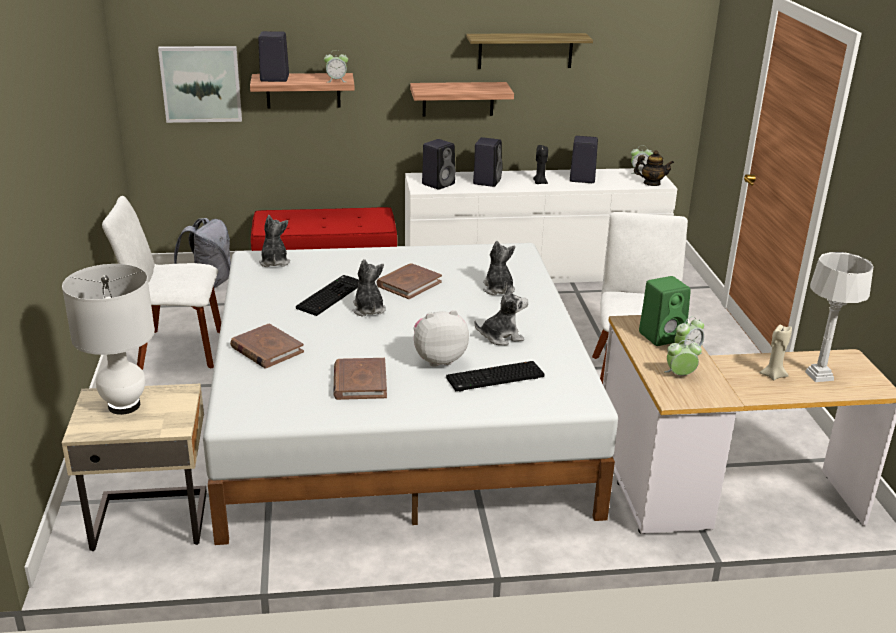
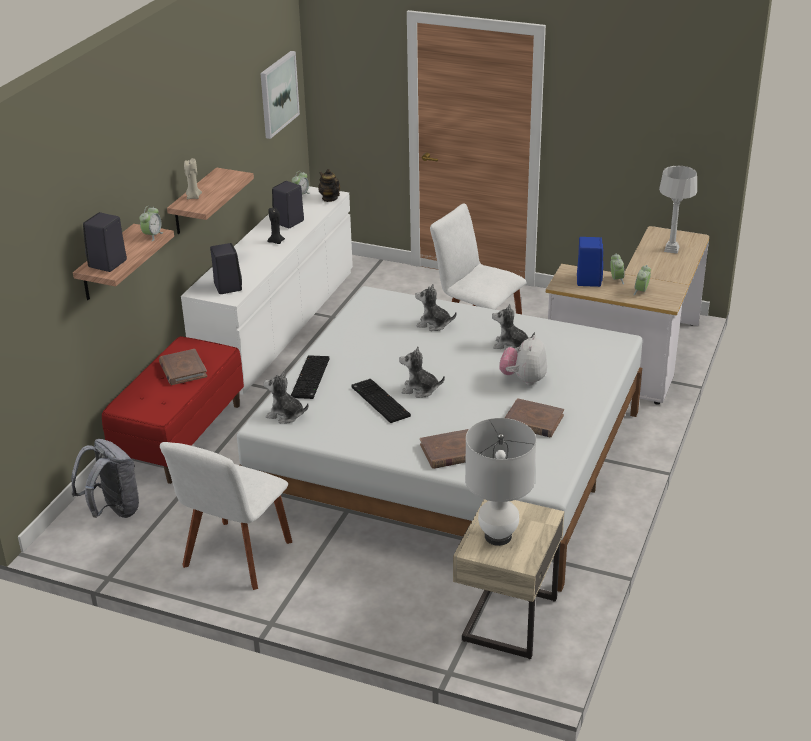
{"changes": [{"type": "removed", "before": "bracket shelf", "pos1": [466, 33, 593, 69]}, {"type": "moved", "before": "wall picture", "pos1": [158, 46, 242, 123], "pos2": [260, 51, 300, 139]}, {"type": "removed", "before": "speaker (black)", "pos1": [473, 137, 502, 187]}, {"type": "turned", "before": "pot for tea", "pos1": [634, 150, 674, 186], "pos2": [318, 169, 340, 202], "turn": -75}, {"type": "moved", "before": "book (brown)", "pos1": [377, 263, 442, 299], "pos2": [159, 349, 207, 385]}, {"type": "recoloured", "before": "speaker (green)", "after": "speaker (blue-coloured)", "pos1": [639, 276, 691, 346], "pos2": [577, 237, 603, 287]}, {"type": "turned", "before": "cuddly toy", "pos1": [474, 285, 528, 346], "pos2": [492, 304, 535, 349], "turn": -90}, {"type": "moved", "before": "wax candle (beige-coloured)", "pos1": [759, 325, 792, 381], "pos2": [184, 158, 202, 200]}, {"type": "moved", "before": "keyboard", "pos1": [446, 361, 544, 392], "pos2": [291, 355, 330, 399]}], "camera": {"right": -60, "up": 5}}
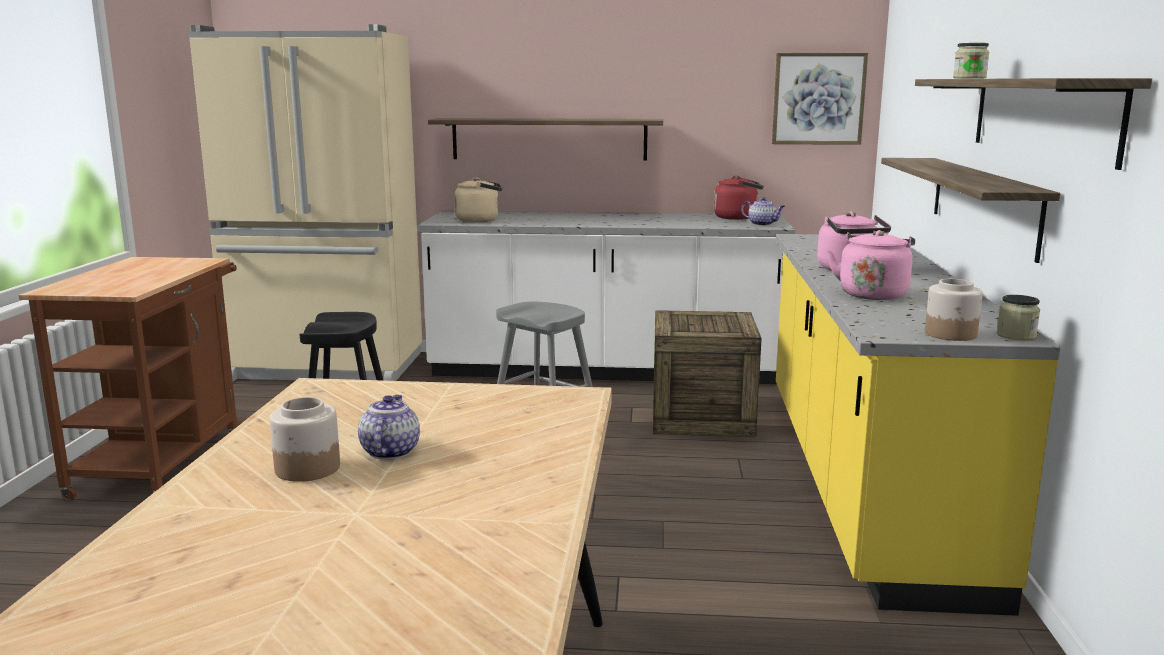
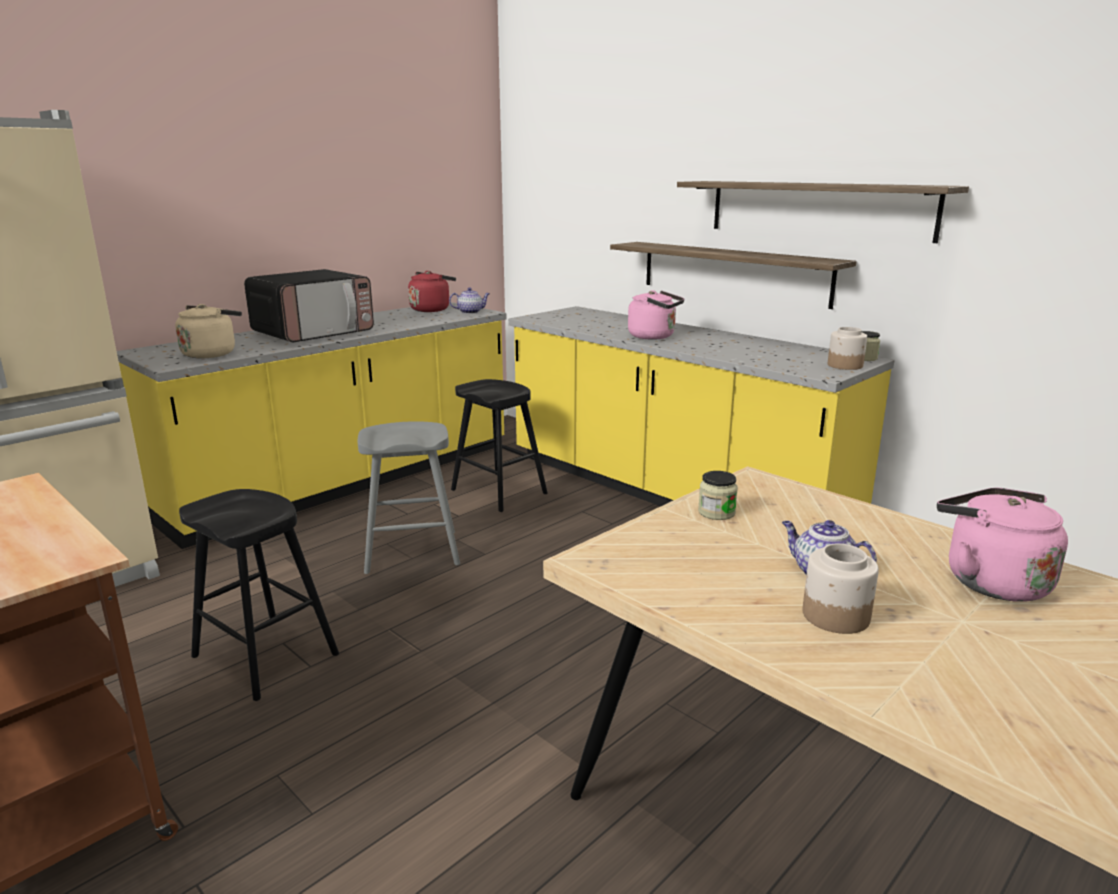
{"changes": [{"type": "moved", "before": "jar", "pos1": [953, 43, 989, 78], "pos2": [698, 471, 738, 520]}, {"type": "removed", "before": "wall picture", "pos1": [772, 53, 868, 145]}, {"type": "removed", "before": "bracket shelf", "pos1": [428, 118, 663, 161]}, {"type": "recoloured", "before": "counter (white)", "after": "counter (yellowish)", "pos1": [418, 210, 795, 384], "pos2": [117, 302, 506, 549]}, {"type": "moved", "before": "tea kettle (pink)", "pos1": [827, 230, 915, 300], "pos2": [937, 488, 1068, 602]}, {"type": "replaced", "before": "shipping crate", "after": "sitting stool (black)", "pos1": [653, 310, 762, 437], "pos2": [451, 379, 548, 512]}, {"type": "added", "after": "microwave", "pos2": [244, 269, 374, 342]}], "camera": {"right": -50, "up": 5}}
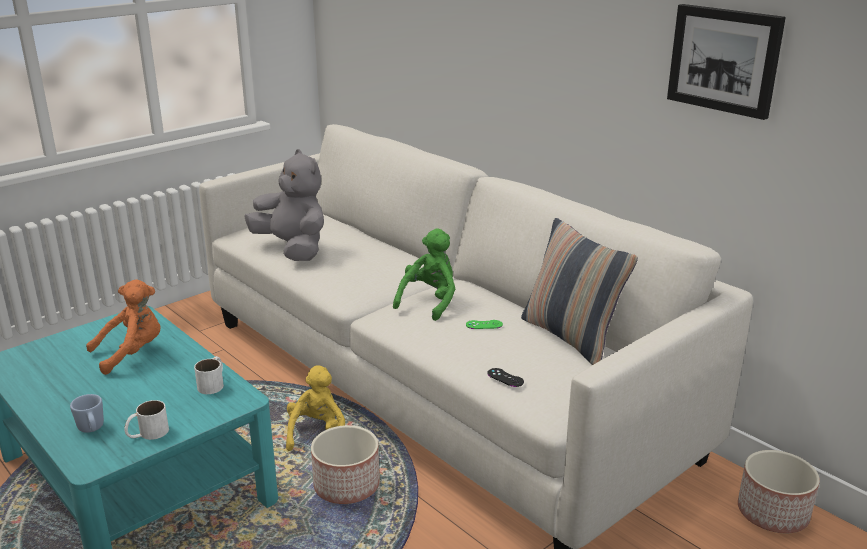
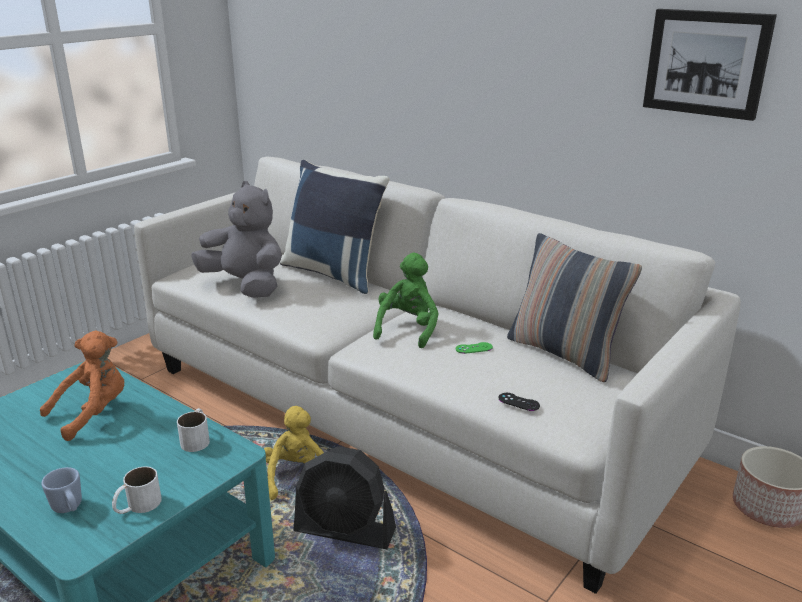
{"changes": [{"type": "replaced", "before": "planter", "after": "cooling fan (black)", "pos1": [311, 425, 380, 504], "pos2": [293, 446, 396, 549]}, {"type": "added", "after": "pillow (blue-coloured)", "pos2": [280, 160, 389, 294]}], "camera": {"right": -10, "up": 0}}
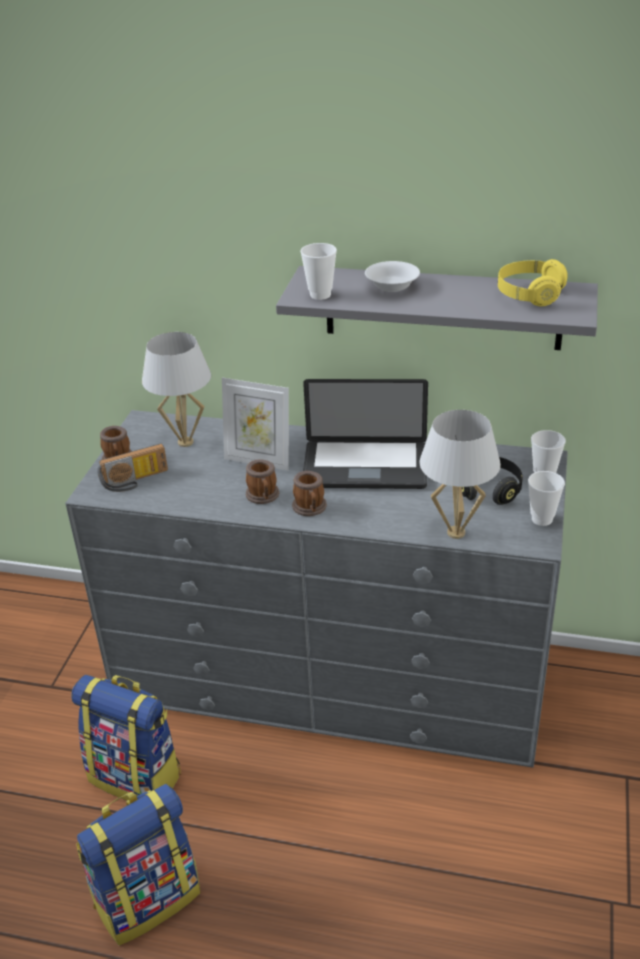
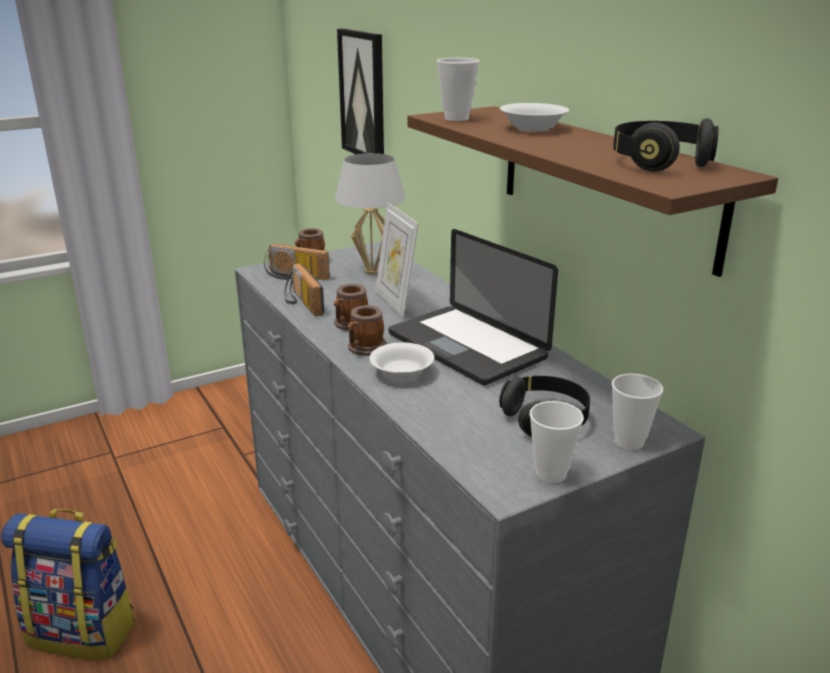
{"changes": [{"type": "recoloured", "before": "headset (yellowish)", "after": "headset (black)", "pos1": [498, 259, 568, 306], "pos2": [613, 118, 719, 172]}, {"type": "recoloured", "before": "bracket shelf (greyish)", "after": "bracket shelf (brown)", "pos1": [276, 266, 598, 350], "pos2": [407, 106, 778, 277]}, {"type": "removed", "before": "lamp for a table (white)", "pos1": [420, 410, 501, 539]}, {"type": "removed", "before": "knapsack", "pos1": [71, 675, 181, 801]}, {"type": "added", "after": "wall picture", "pos2": [337, 28, 384, 154]}, {"type": "added", "after": "radio receiver", "pos2": [285, 263, 324, 316]}, {"type": "added", "after": "deep dish (white)", "pos2": [369, 342, 434, 380]}], "camera": {"right": 45, "up": -10}}
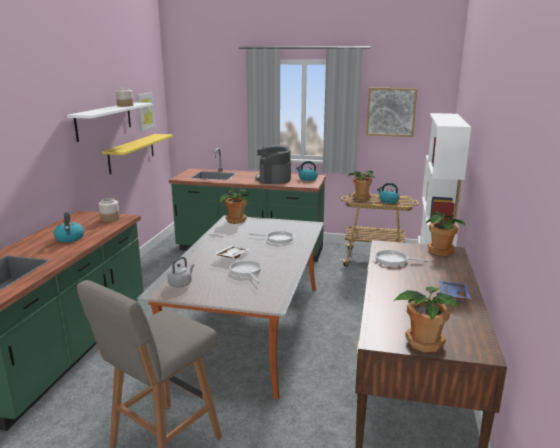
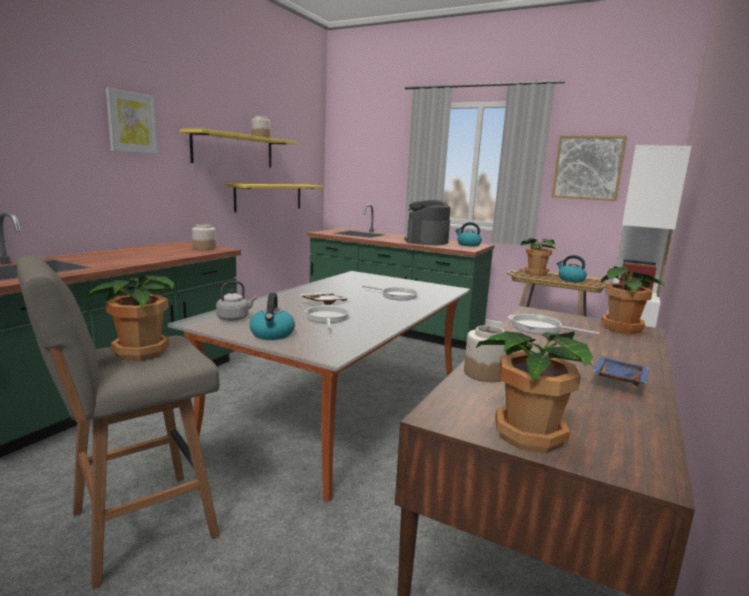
{"changes": [{"type": "moved", "before": "wall picture", "pos1": [136, 92, 156, 131], "pos2": [106, 88, 157, 154]}, {"type": "recoloured", "before": "bracket shelf (white)", "after": "bracket shelf (yellowish)", "pos1": [67, 102, 152, 142], "pos2": [180, 129, 296, 167]}, {"type": "moved", "before": "houseplant", "pos1": [219, 189, 249, 224], "pos2": [82, 273, 174, 361]}, {"type": "moved", "before": "tea kettle", "pos1": [54, 212, 84, 242], "pos2": [250, 293, 295, 340]}, {"type": "added", "after": "jar", "pos2": [464, 325, 507, 382]}], "camera": {"right": 15, "up": -5}}
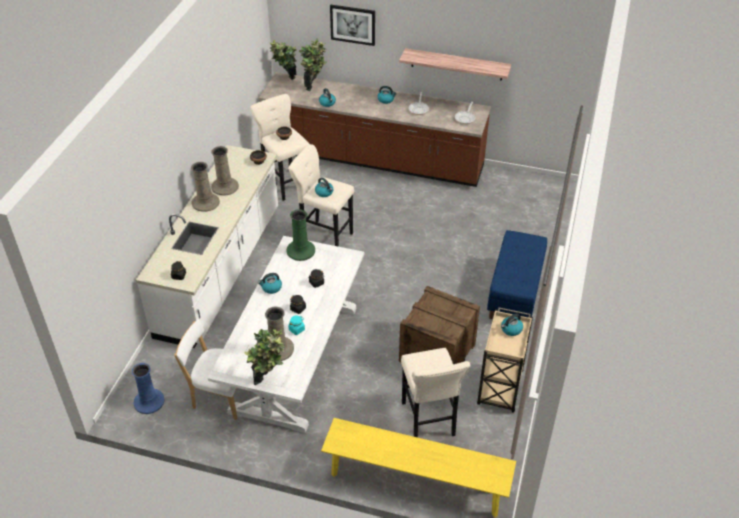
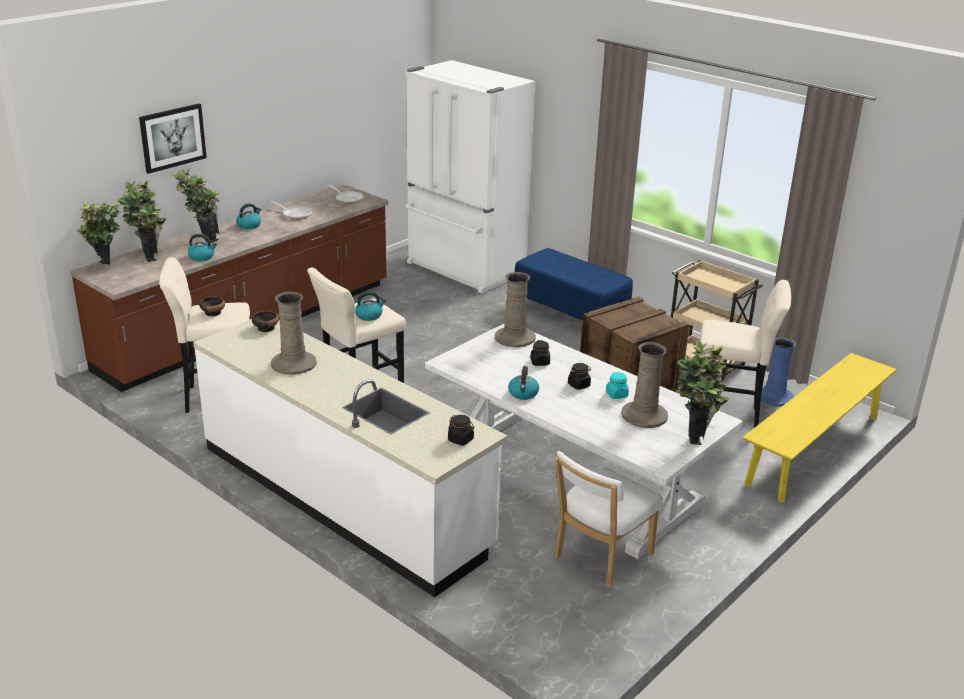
{"changes": [{"type": "removed", "before": "bracket shelf", "pos1": [399, 48, 511, 81]}, {"type": "moved", "before": "flower vase (beige-coloured)", "pos1": [191, 162, 220, 212], "pos2": [495, 272, 536, 347]}, {"type": "removed", "before": "flower vase (green)", "pos1": [287, 209, 315, 261]}, {"type": "removed", "before": "tea kettle", "pos1": [501, 314, 523, 336]}, {"type": "moved", "before": "flower vase (blue-coloured)", "pos1": [132, 363, 165, 414], "pos2": [761, 337, 796, 407]}, {"type": "added", "after": "kitchen fridge (white)", "pos2": [405, 60, 536, 294]}, {"type": "added", "after": "houseplant", "pos2": [171, 168, 220, 243]}], "camera": {"right": -65, "up": -15}}
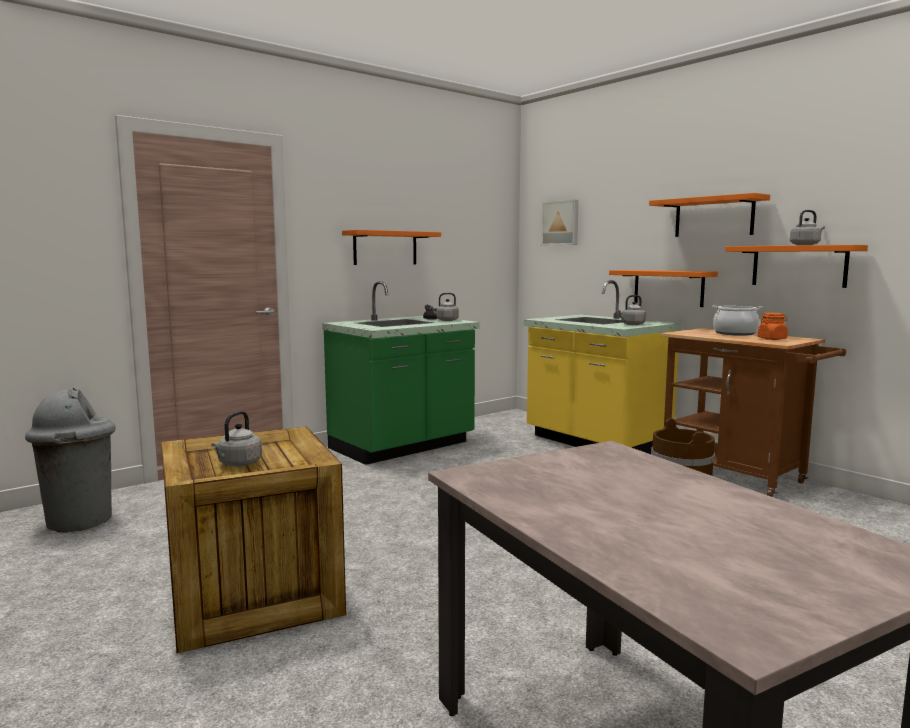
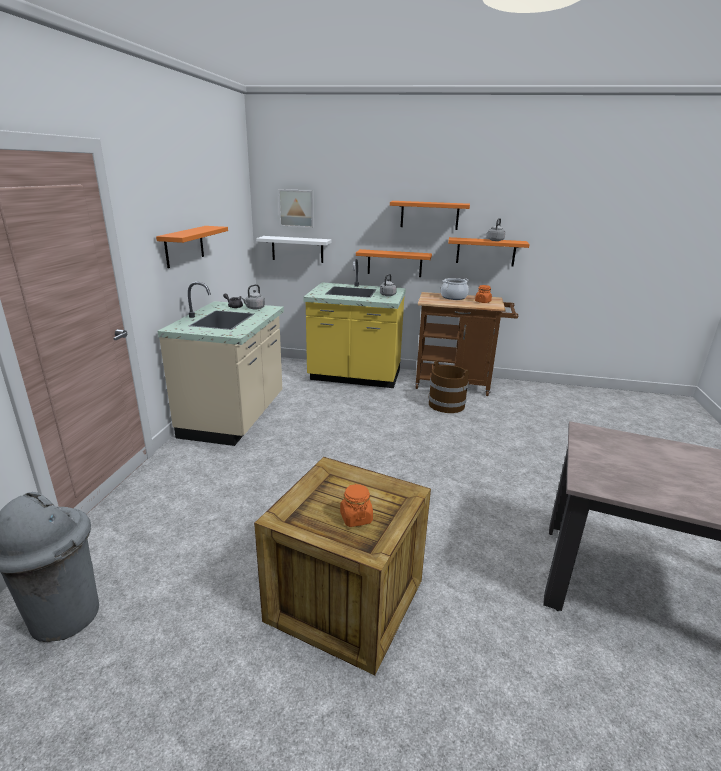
{"changes": [{"type": "recoloured", "before": "counter (green)", "after": "counter (beige-coloured)", "pos1": [322, 281, 480, 465], "pos2": [158, 282, 284, 446]}, {"type": "replaced", "before": "tea kettle (greyish)", "after": "jar (orange)", "pos1": [211, 411, 262, 466], "pos2": [340, 484, 373, 527]}, {"type": "added", "after": "bracket shelf (white)", "pos2": [256, 236, 332, 263]}], "camera": {"right": -40, "up": 15}}
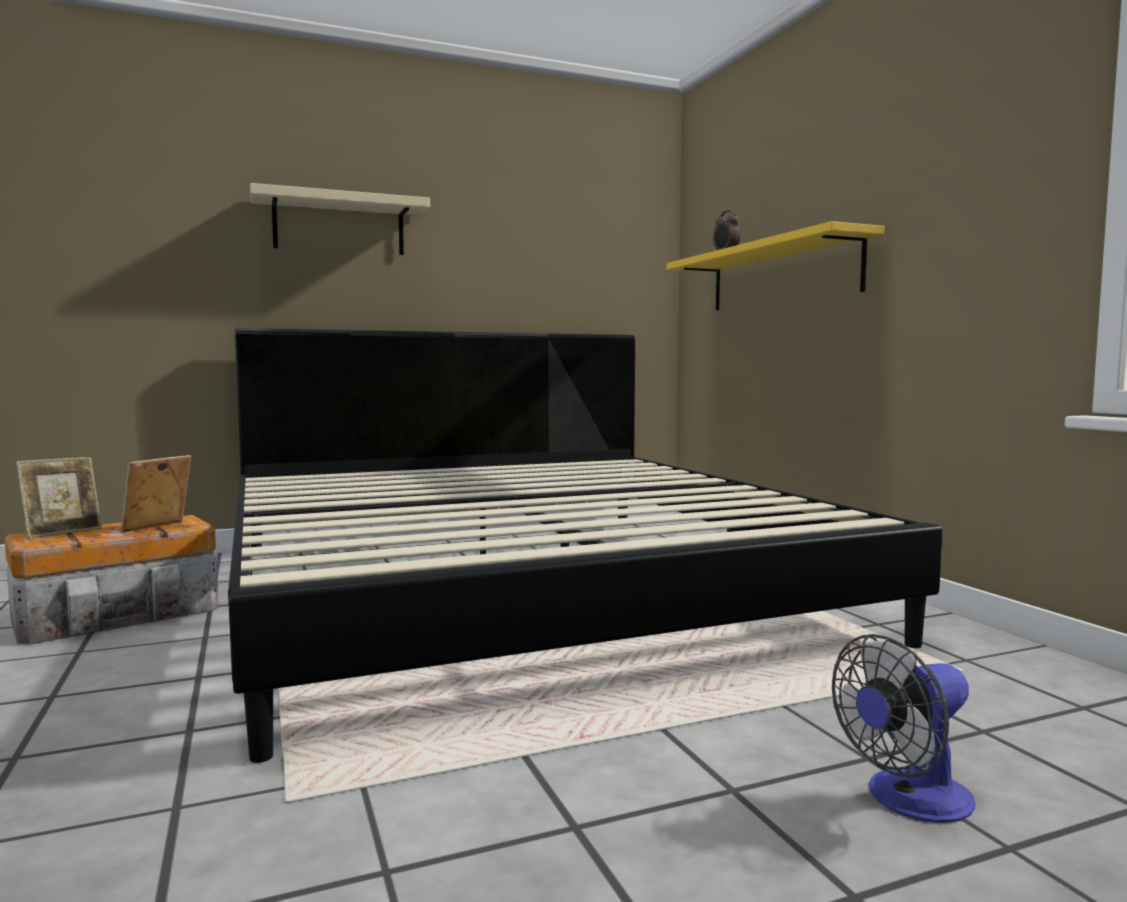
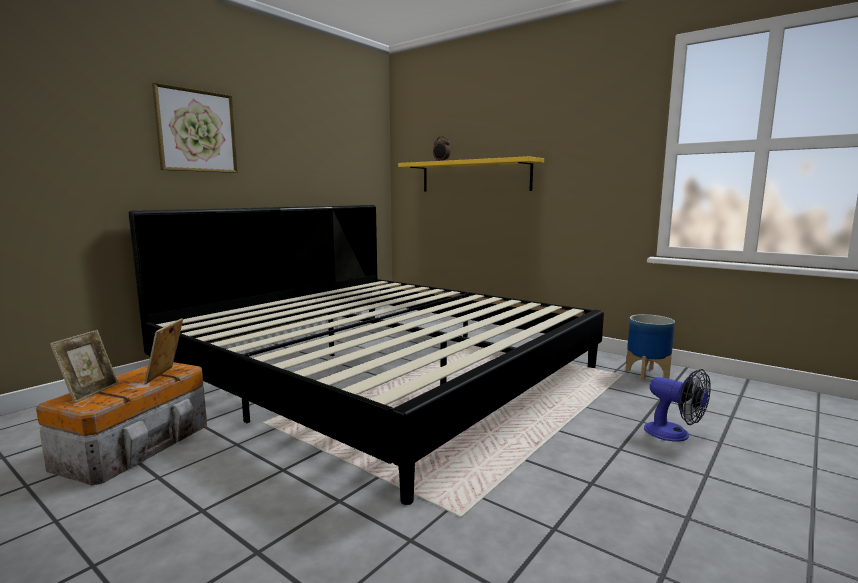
{"changes": [{"type": "replaced", "before": "bracket shelf (beige-coloured)", "after": "wall picture", "pos1": [250, 183, 430, 255], "pos2": [152, 83, 237, 173]}, {"type": "turned", "before": "cooling fan", "pos1": [832, 634, 975, 823], "pos2": [644, 369, 711, 442], "turn": -75}, {"type": "added", "after": "planter", "pos2": [626, 314, 675, 381]}], "camera": {"right": -30, "up": 5}}
